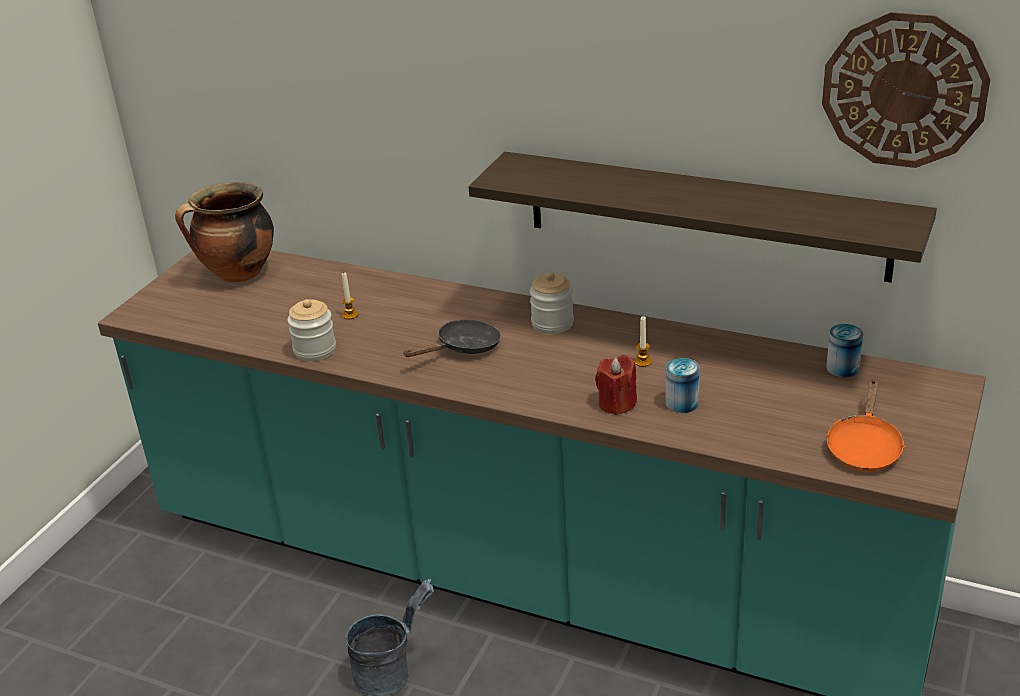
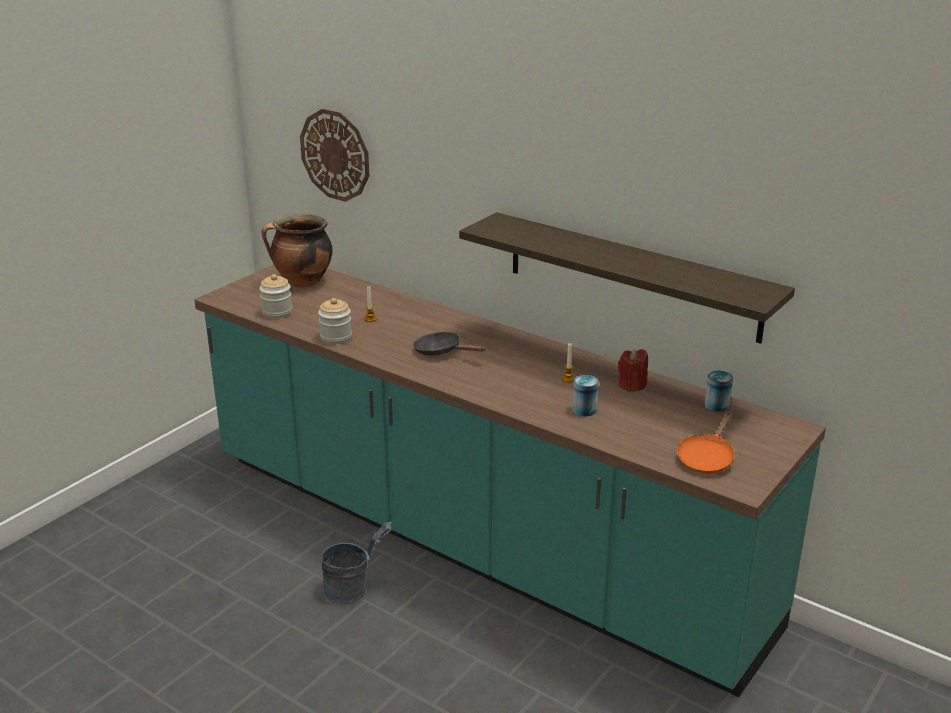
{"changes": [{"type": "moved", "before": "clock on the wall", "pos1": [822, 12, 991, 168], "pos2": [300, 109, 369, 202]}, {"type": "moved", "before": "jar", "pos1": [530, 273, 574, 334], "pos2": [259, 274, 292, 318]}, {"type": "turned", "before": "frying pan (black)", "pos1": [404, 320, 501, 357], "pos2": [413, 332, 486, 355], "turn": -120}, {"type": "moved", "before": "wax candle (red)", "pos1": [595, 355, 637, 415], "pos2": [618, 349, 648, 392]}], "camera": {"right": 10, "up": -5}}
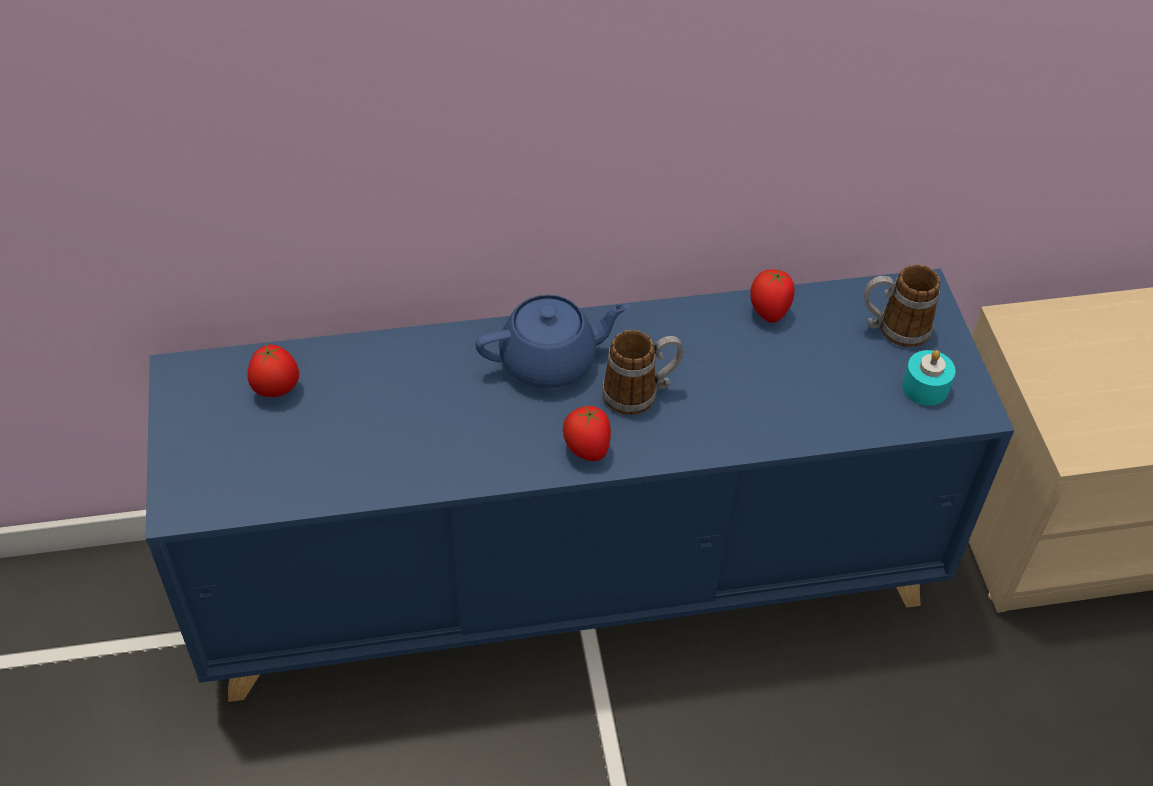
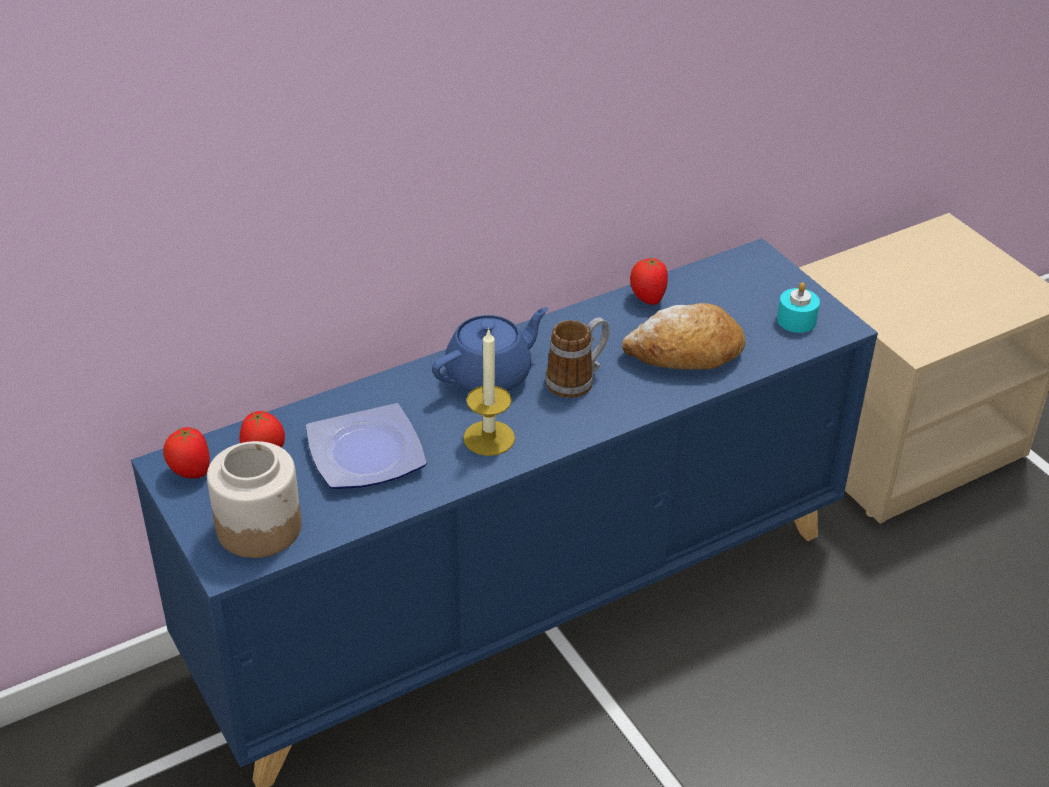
{"changes": [{"type": "removed", "before": "tea mug", "pos1": [864, 264, 941, 347]}, {"type": "moved", "before": "tomato", "pos1": [563, 405, 611, 461], "pos2": [163, 427, 210, 478]}, {"type": "added", "after": "bread", "pos2": [622, 303, 745, 370]}, {"type": "added", "after": "wax candle", "pos2": [463, 328, 515, 456]}, {"type": "added", "after": "flat dish", "pos2": [306, 403, 427, 489]}, {"type": "added", "after": "jar", "pos2": [207, 441, 301, 558]}], "camera": {"right": -20, "up": -10}}
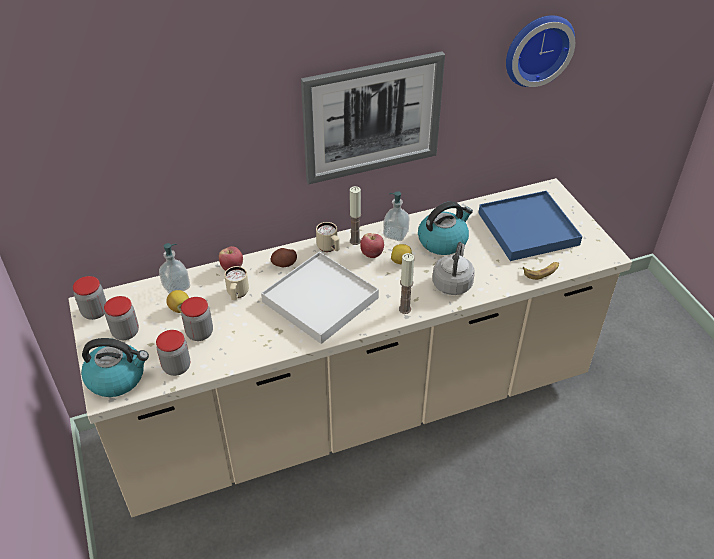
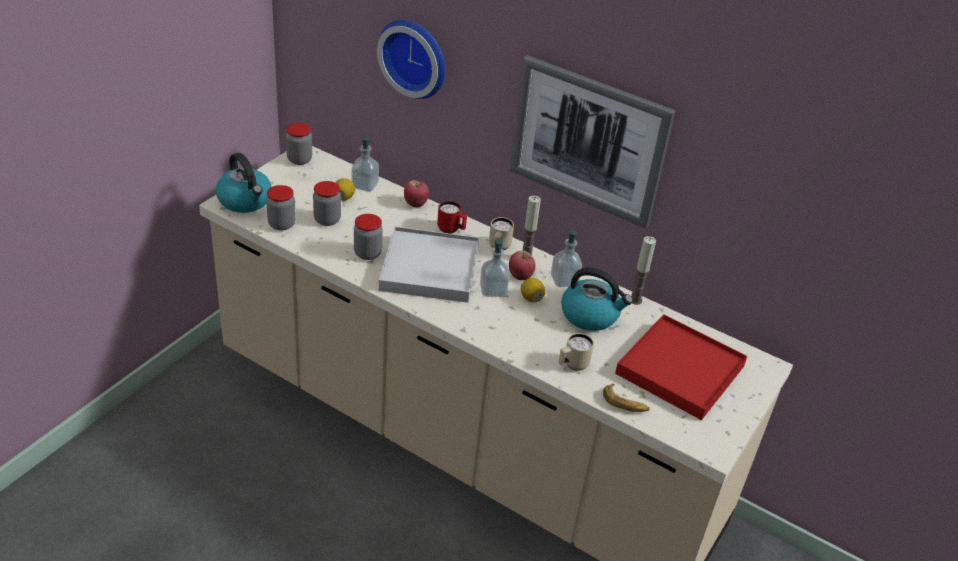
{"changes": [{"type": "moved", "before": "clock on the wall", "pos1": [506, 15, 575, 87], "pos2": [377, 20, 445, 99]}, {"type": "recoloured", "before": "tray (blue-coloured)", "after": "tray (red)", "pos1": [478, 191, 582, 261], "pos2": [615, 314, 747, 420]}, {"type": "removed", "before": "tea kettle (greyish)", "pos1": [432, 242, 475, 295]}, {"type": "replaced", "before": "potato", "after": "tea mug (red)", "pos1": [271, 248, 297, 267], "pos2": [437, 201, 467, 234]}, {"type": "moved", "before": "wax candle", "pos1": [399, 253, 414, 314], "pos2": [631, 236, 656, 305]}, {"type": "moved", "before": "tea mug (beige-coloured)", "pos1": [224, 266, 249, 300], "pos2": [559, 333, 594, 371]}, {"type": "moved", "before": "jar", "pos1": [104, 296, 139, 340], "pos2": [354, 214, 383, 260]}, {"type": "added", "after": "soap bottle", "pos2": [480, 239, 509, 297]}], "camera": {"right": 50, "up": -5}}
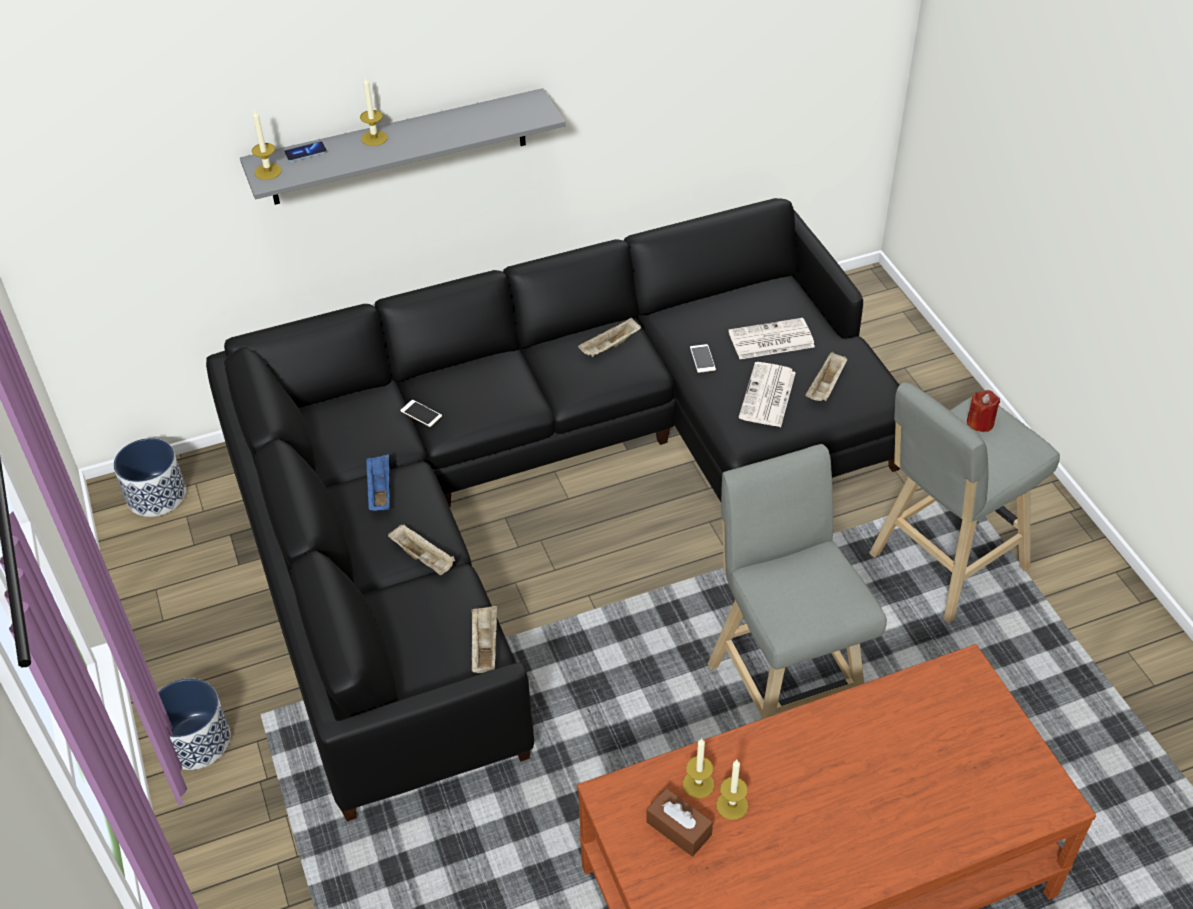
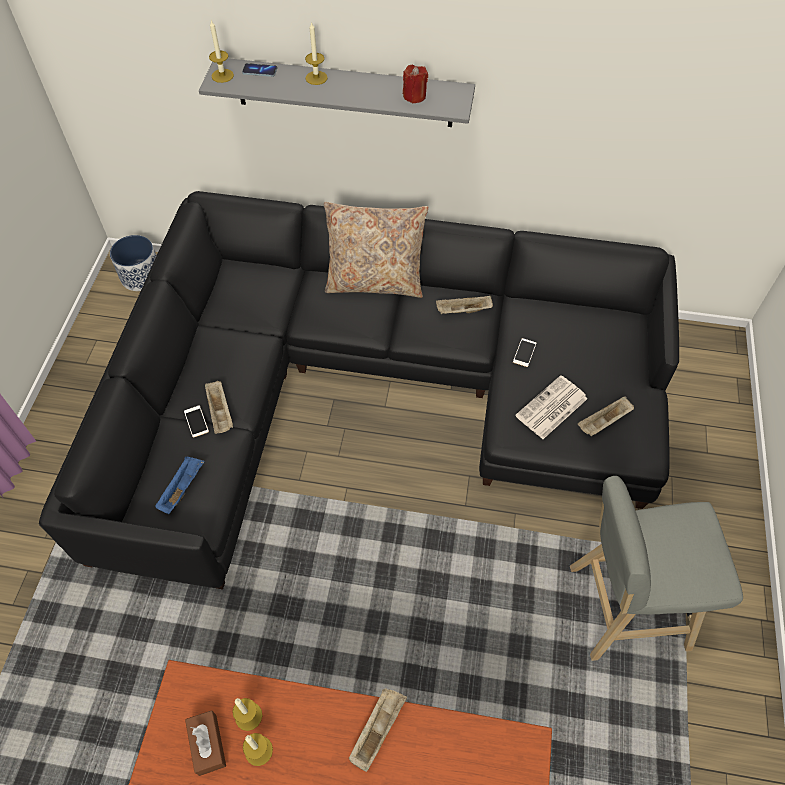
{"changes": [{"type": "removed", "before": "daily paper", "pos1": [728, 318, 815, 359]}, {"type": "moved", "before": "wax candle (red)", "pos1": [967, 390, 1000, 432], "pos2": [403, 65, 428, 103]}, {"type": "moved", "before": "handset", "pos1": [400, 400, 442, 427], "pos2": [184, 405, 209, 438]}, {"type": "removed", "before": "sitting stool (greyish)", "pos1": [708, 444, 887, 719]}, {"type": "moved", "before": "tray (blue-coloured)", "pos1": [366, 454, 390, 511], "pos2": [155, 456, 205, 514]}, {"type": "moved", "before": "tray (beige-coloured)", "pos1": [471, 606, 497, 673], "pos2": [349, 688, 407, 772]}, {"type": "removed", "before": "planter", "pos1": [158, 678, 230, 770]}, {"type": "added", "after": "pillow (beige-coloured)", "pos2": [324, 202, 428, 298]}], "camera": {"right": 30, "up": 10}}
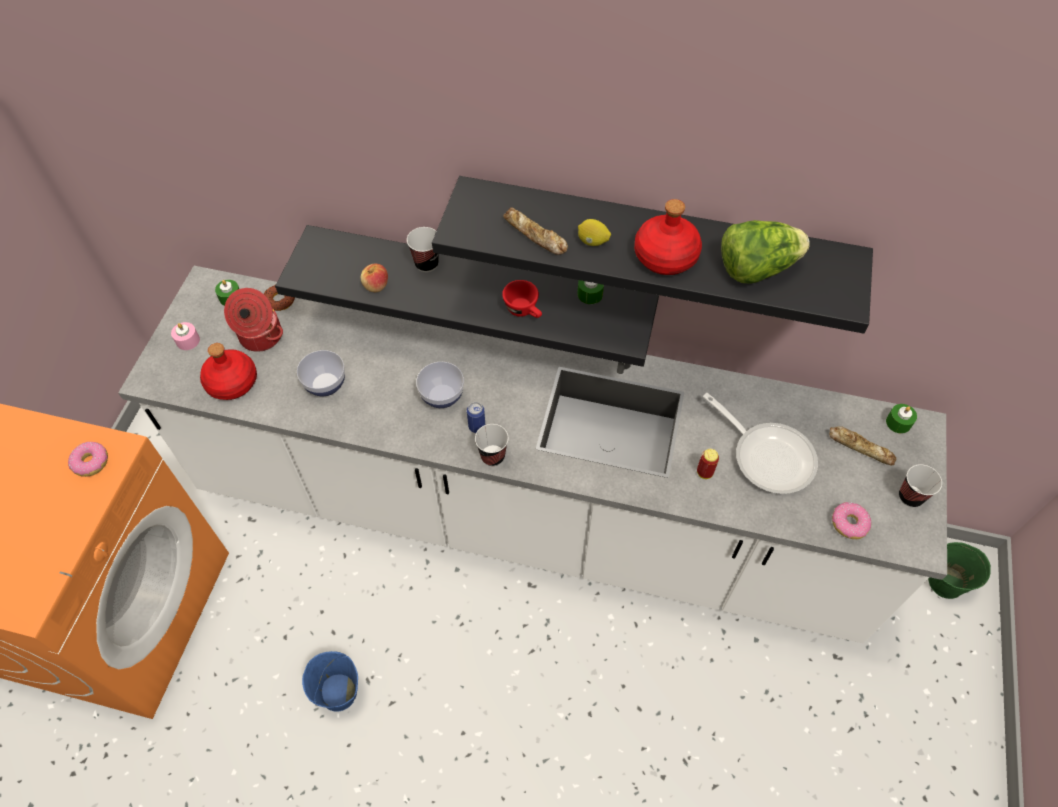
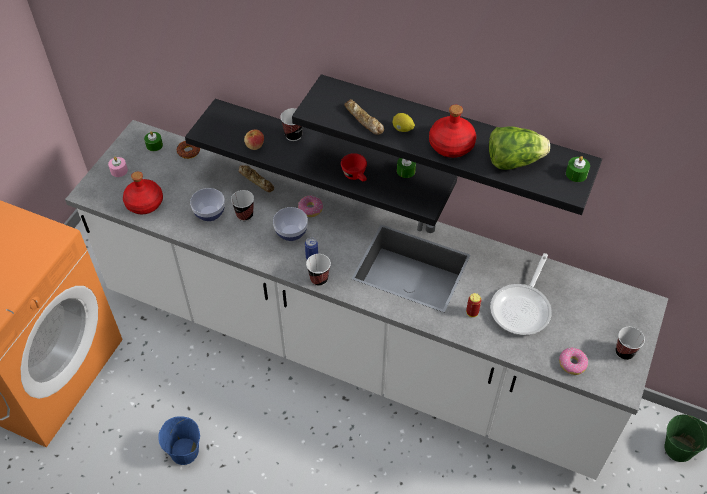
{"changes": [{"type": "removed", "before": "cooking pot", "pos1": [224, 288, 283, 352]}, {"type": "turned", "before": "frying pan", "pos1": [703, 393, 818, 494], "pos2": [490, 253, 552, 335], "turn": 60}, {"type": "moved", "before": "wax candle (green)", "pos1": [886, 404, 917, 434], "pos2": [566, 156, 590, 182]}, {"type": "moved", "before": "bread", "pos1": [829, 426, 896, 466], "pos2": [239, 165, 274, 192]}, {"type": "moved", "before": "ring doughnut", "pos1": [68, 442, 108, 477], "pos2": [298, 195, 323, 217]}, {"type": "added", "after": "small cup", "pos2": [231, 190, 254, 221]}], "camera": {"right": 10, "up": -5}}
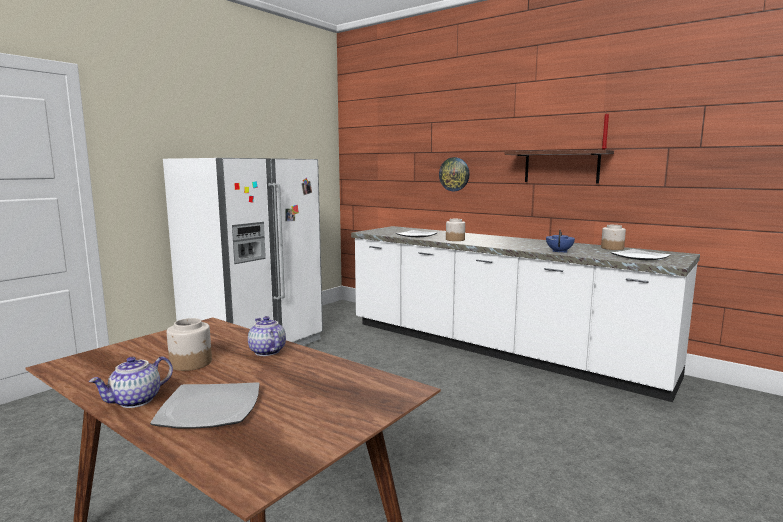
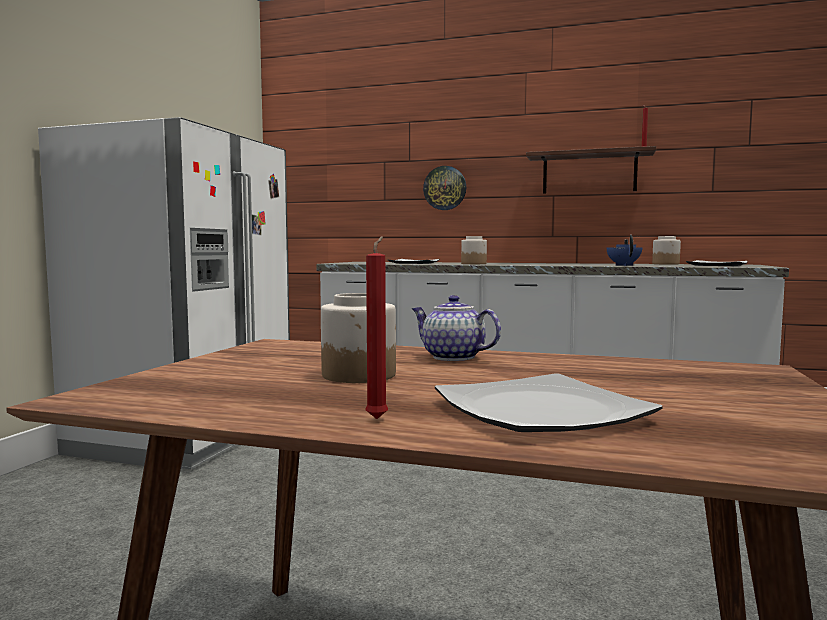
{"changes": [{"type": "replaced", "before": "pot for tea", "after": "wax candle (red)", "pos1": [89, 356, 173, 408], "pos2": [365, 236, 388, 419]}], "camera": {"right": -20, "up": -5}}
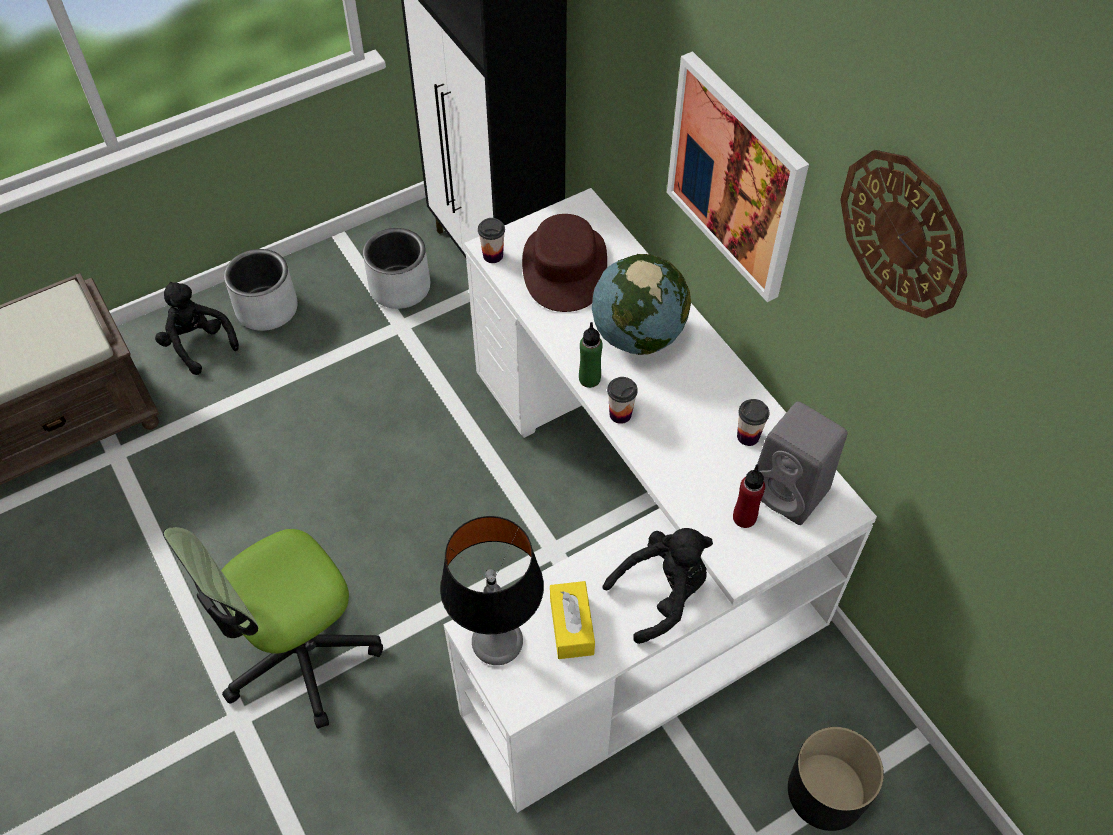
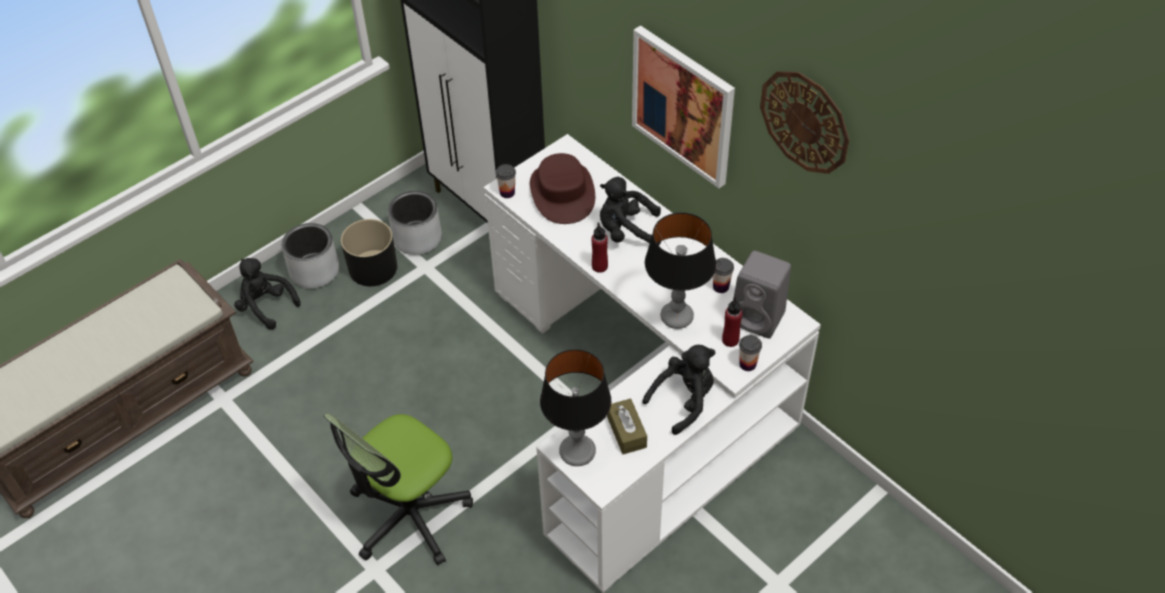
{"changes": [{"type": "replaced", "before": "globe", "after": "cuddly toy (black)", "pos1": [592, 254, 691, 355], "pos2": [600, 177, 661, 246]}, {"type": "recoloured", "before": "bottle (green)", "after": "bottle (red)", "pos1": [579, 322, 603, 388], "pos2": [591, 223, 608, 273]}, {"type": "moved", "before": "small cup", "pos1": [607, 377, 638, 424], "pos2": [739, 335, 762, 371]}, {"type": "recoloured", "before": "tissue holder (yellowish)", "after": "tissue holder (brown)", "pos1": [550, 581, 595, 659], "pos2": [607, 399, 647, 454]}, {"type": "moved", "before": "planter (black)", "pos1": [788, 727, 884, 831], "pos2": [341, 219, 397, 286]}, {"type": "added", "after": "lamp for a table", "pos2": [645, 212, 716, 329]}], "camera": {"right": -10, "up": -5}}
